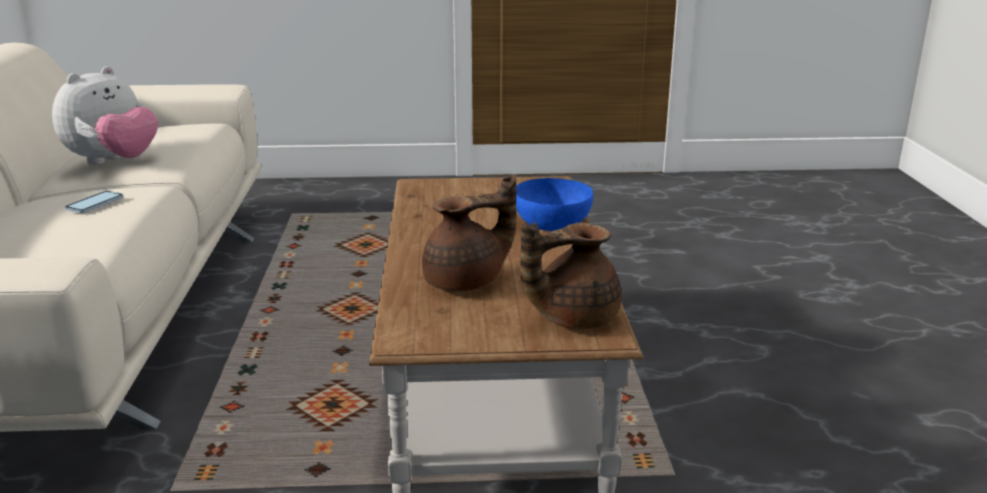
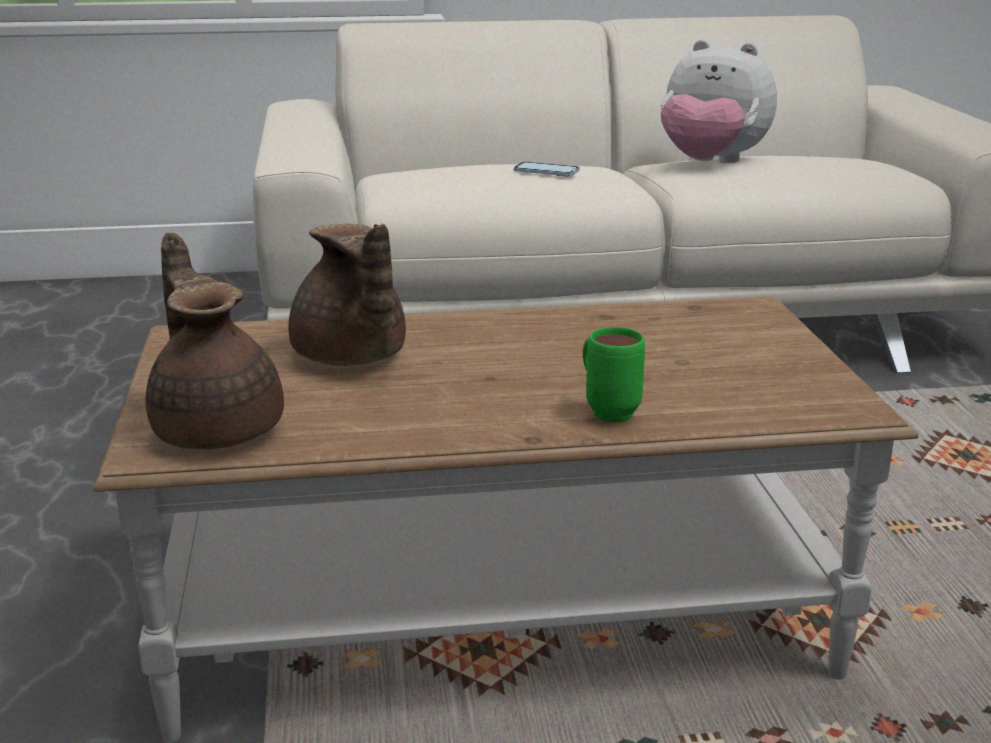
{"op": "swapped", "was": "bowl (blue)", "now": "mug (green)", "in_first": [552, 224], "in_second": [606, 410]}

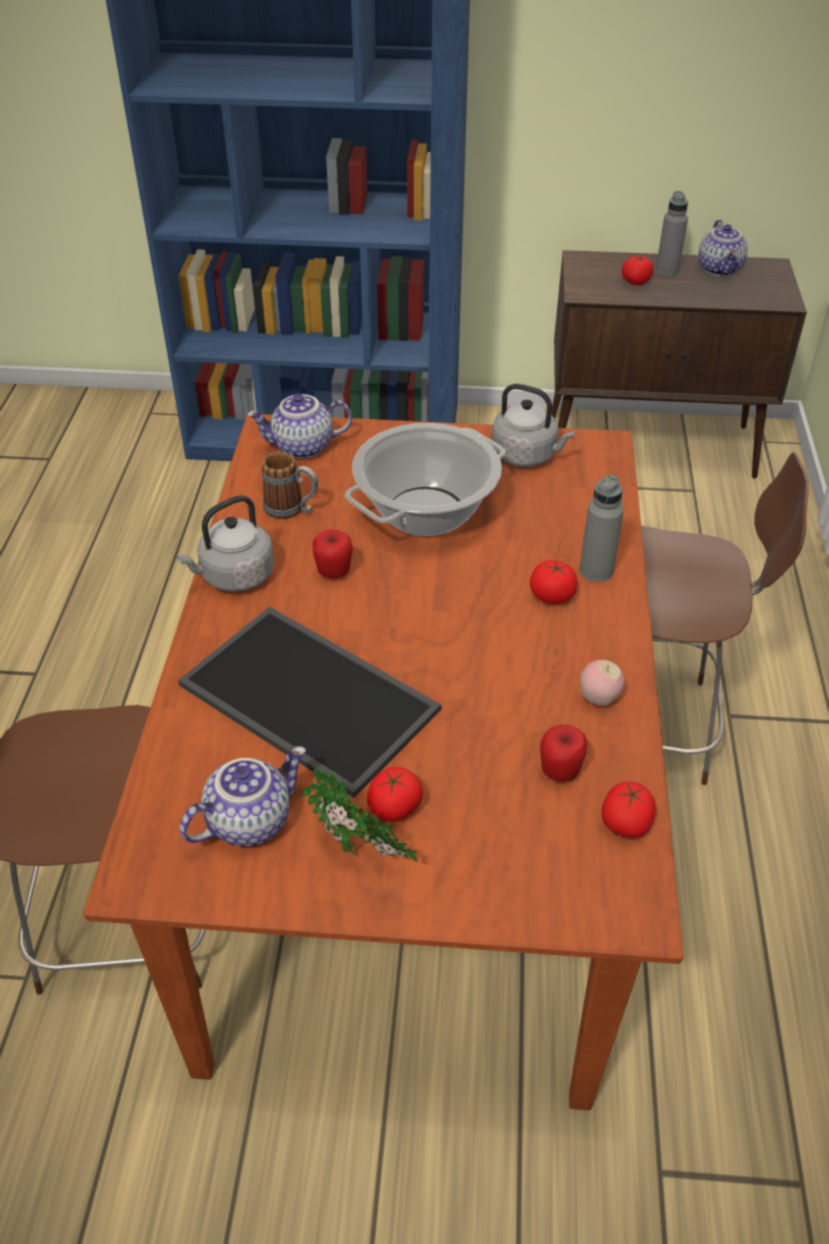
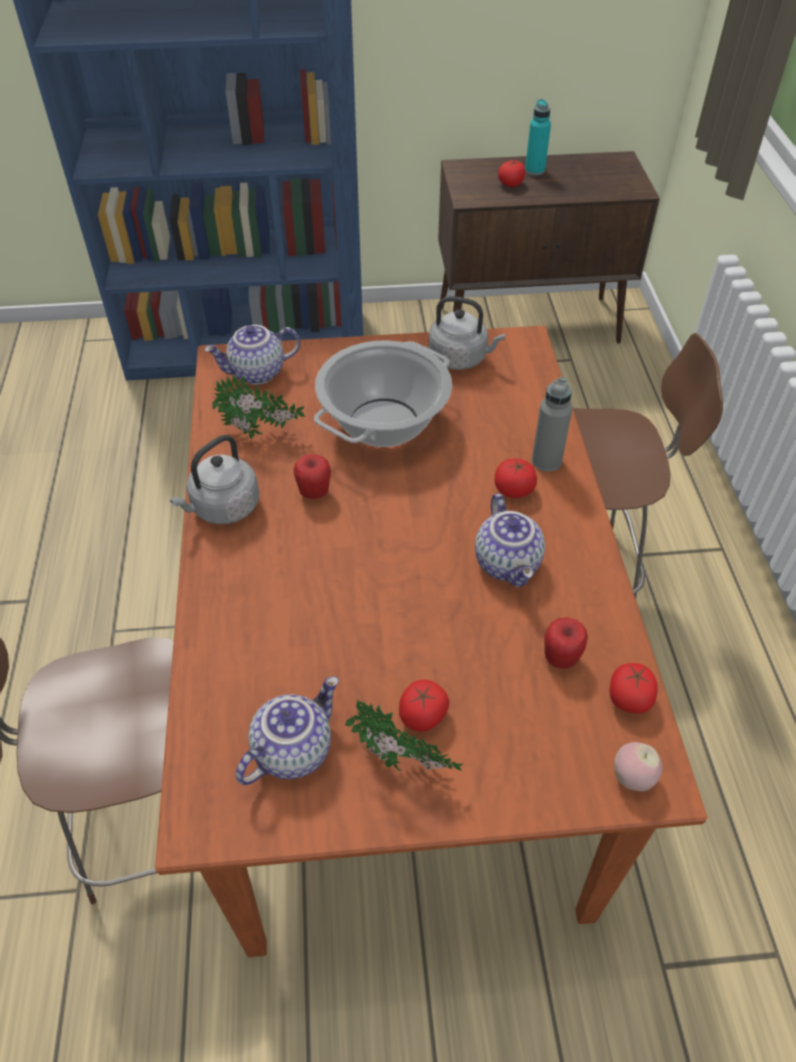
{"op": "gone", "was": "tray", "in_first": [313, 696]}
{"op": "shifted", "was": "apple", "in_first": [599, 698], "in_second": [632, 778]}
{"op": "shifted", "was": "teapot", "in_first": [720, 269], "in_second": [509, 563]}
{"op": "swapped", "was": "mug", "now": "potted plant", "in_first": [292, 510], "in_second": [261, 435]}
{"op": "repainted", "was": "bottle (grey)", "now": "bottle (turquoise)", "in_first": [667, 270], "in_second": [534, 170]}

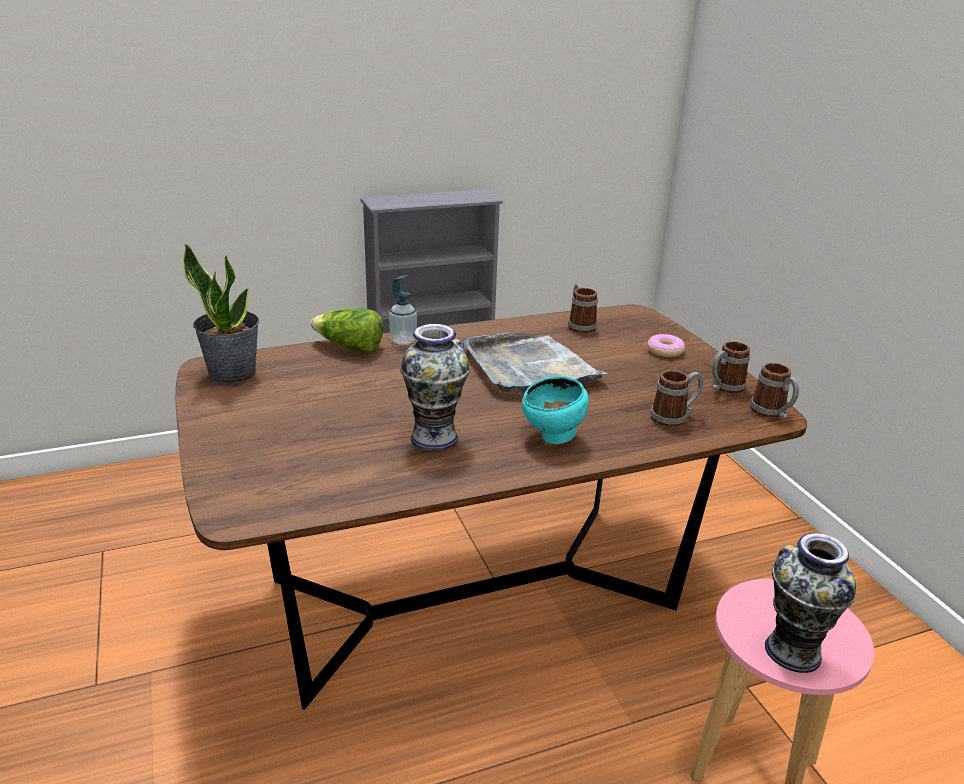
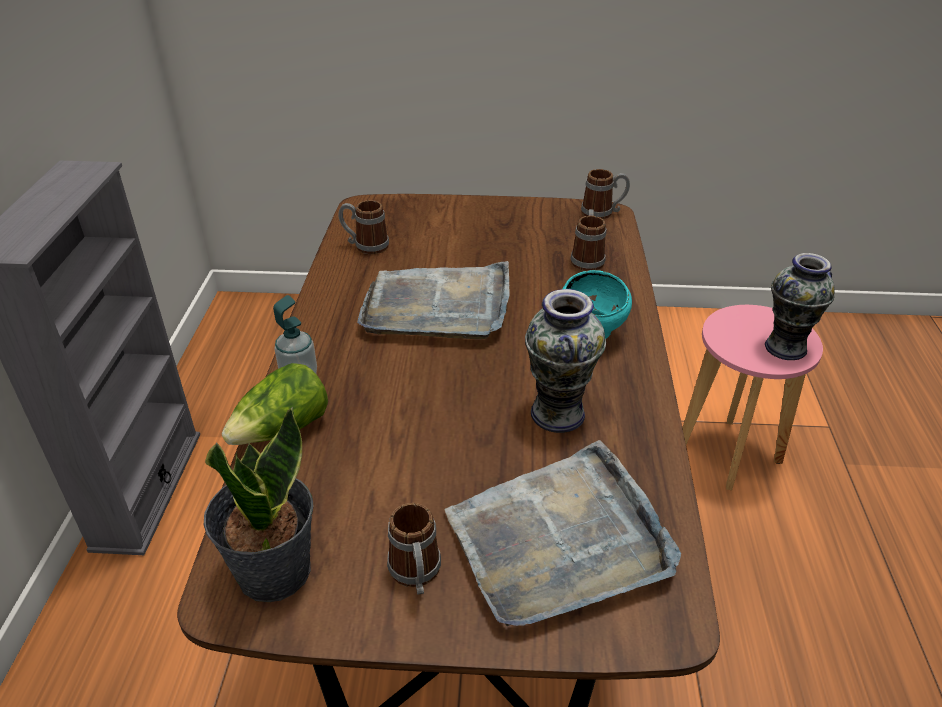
{"op": "gone", "was": "donut", "in_first": [665, 351]}
{"op": "new", "now": "tray (grey)", "in_second": [560, 540]}
{"op": "shifted", "was": "mug", "in_first": [724, 388], "in_second": [416, 575]}

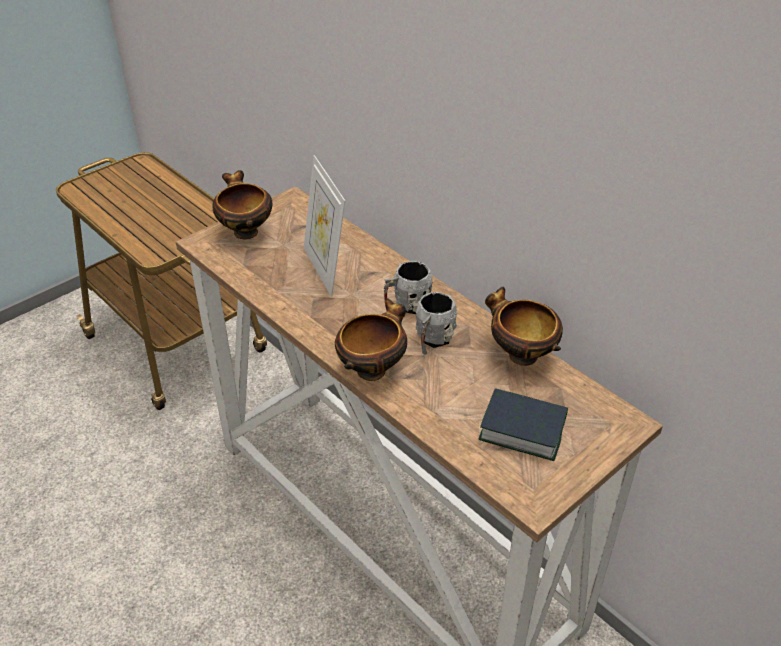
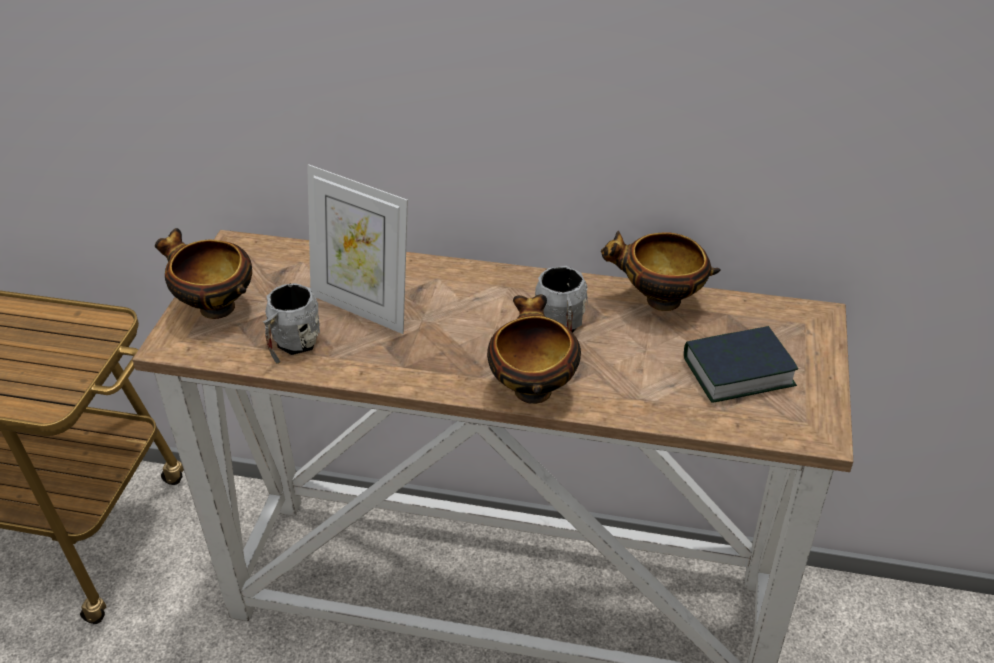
{"op": "shifted", "was": "mug (grey)", "in_first": [406, 306], "in_second": [292, 346]}

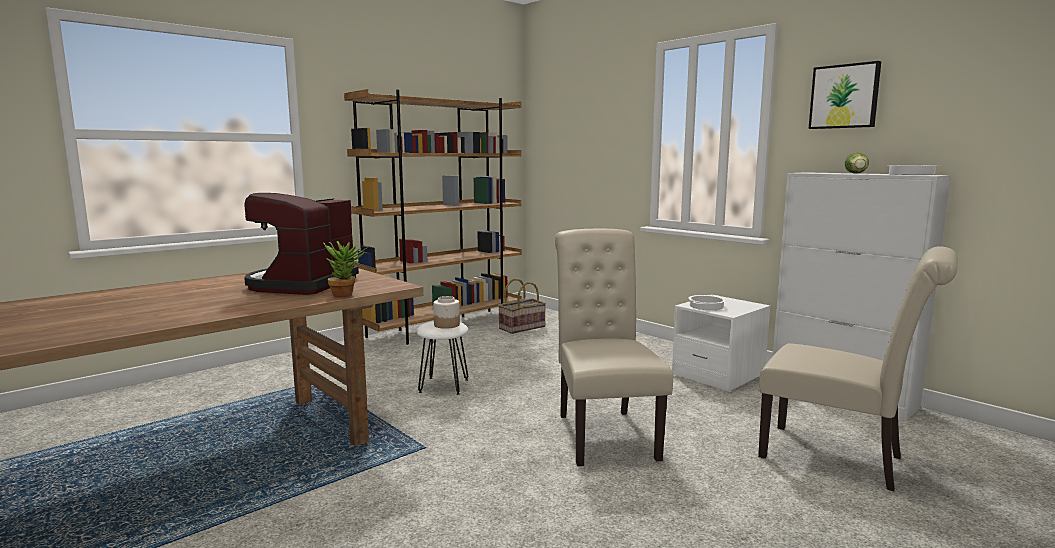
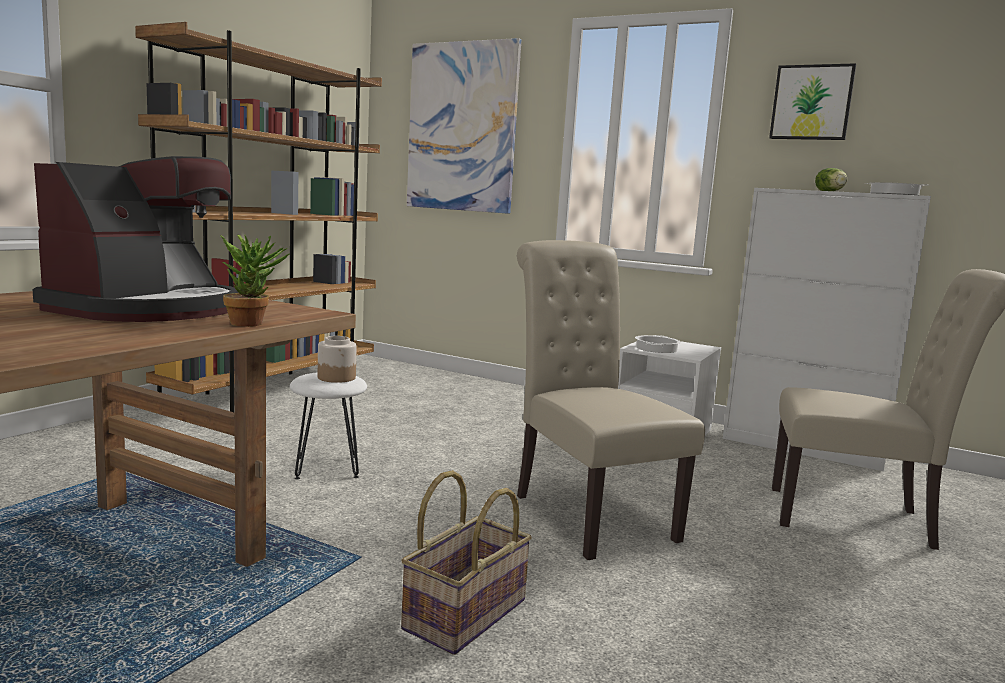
{"op": "new", "now": "picture", "in_second": [462, 127]}
{"op": "shifted", "was": "basket", "in_first": [522, 327], "in_second": [464, 613]}
{"op": "rotated", "was": "coffee machine", "in_first": [301, 284], "in_second": [149, 309], "clockwise": -150}

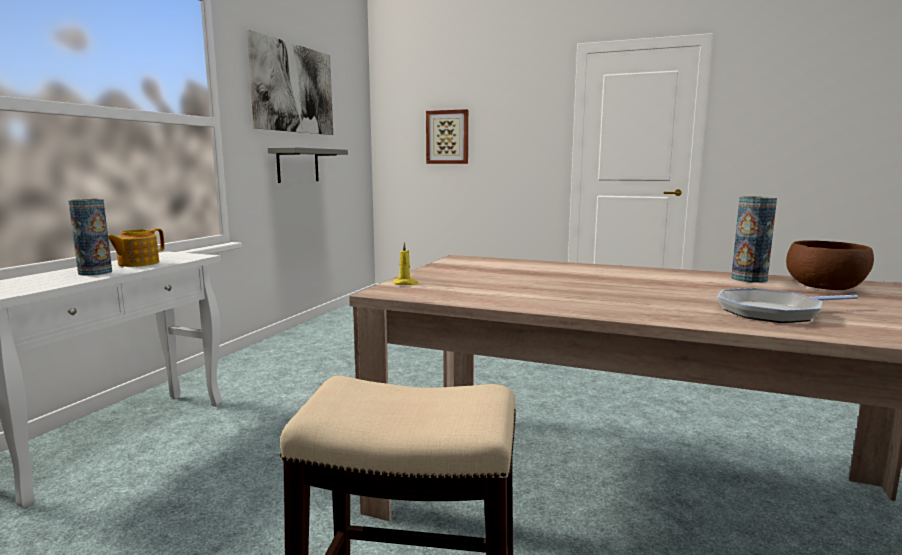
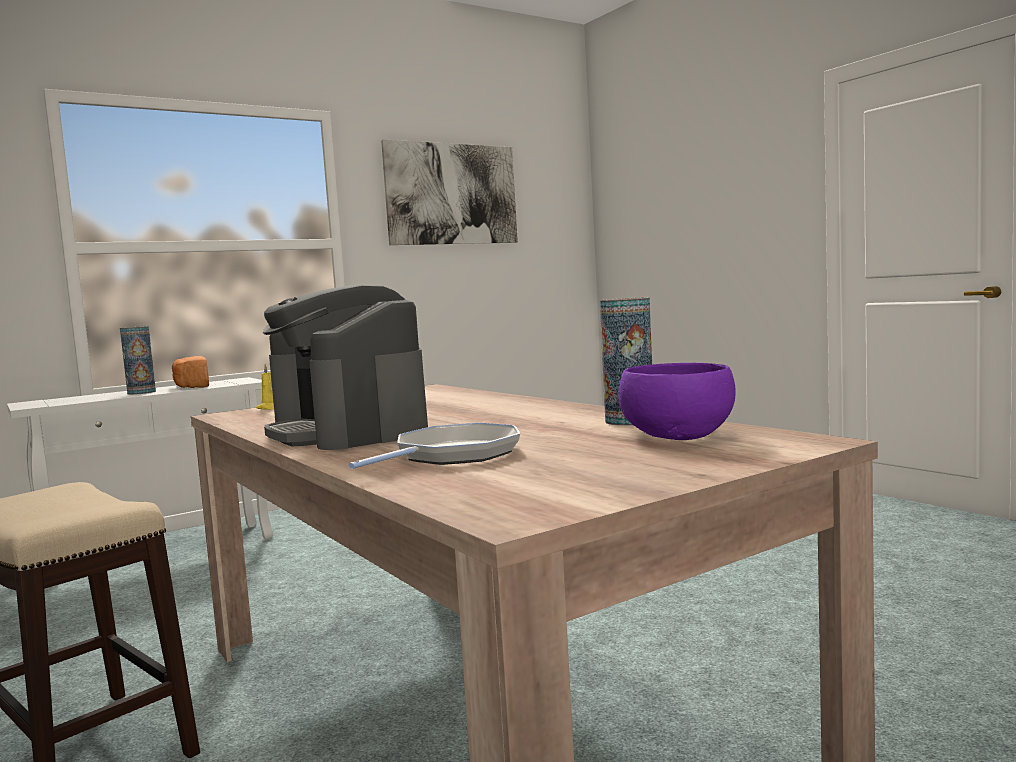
{"op": "gone", "was": "shelf (grey)", "in_first": [298, 165]}
{"op": "gone", "was": "picture", "in_first": [447, 137]}
{"op": "new", "now": "coffee machine", "in_second": [349, 431]}
{"op": "swapped", "was": "teapot", "now": "bread", "in_first": [137, 263], "in_second": [191, 386]}
{"op": "repainted", "was": "bowl (brown)", "now": "bowl (purple)", "in_first": [824, 287], "in_second": [677, 435]}
{"op": "rotated", "was": "frying pan", "in_first": [773, 312], "in_second": [452, 455], "clockwise": 105}

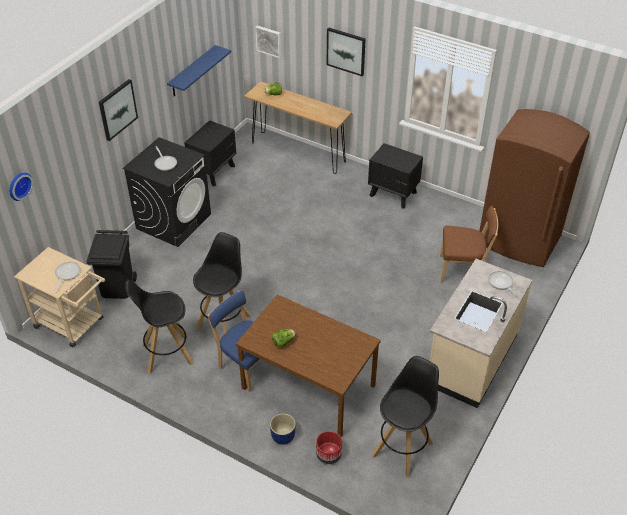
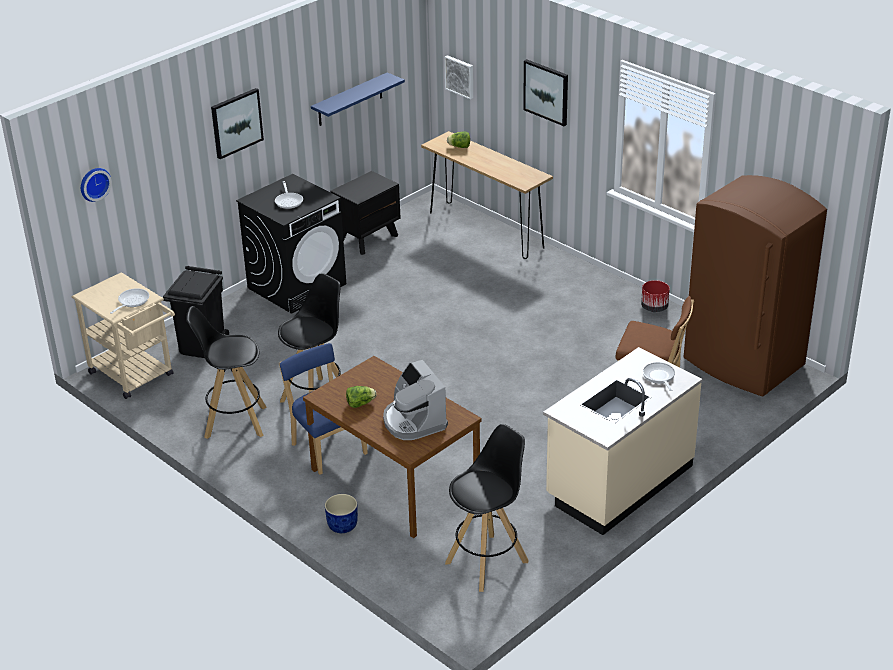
{"op": "gone", "was": "nightstand (black)", "in_first": [393, 194]}
{"op": "new", "now": "coffee machine", "in_second": [413, 421]}
{"op": "shifted", "was": "planter (red)", "in_first": [328, 455], "in_second": [654, 308]}

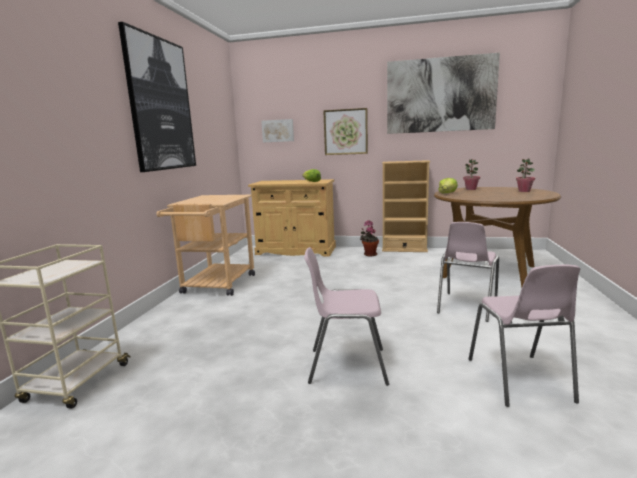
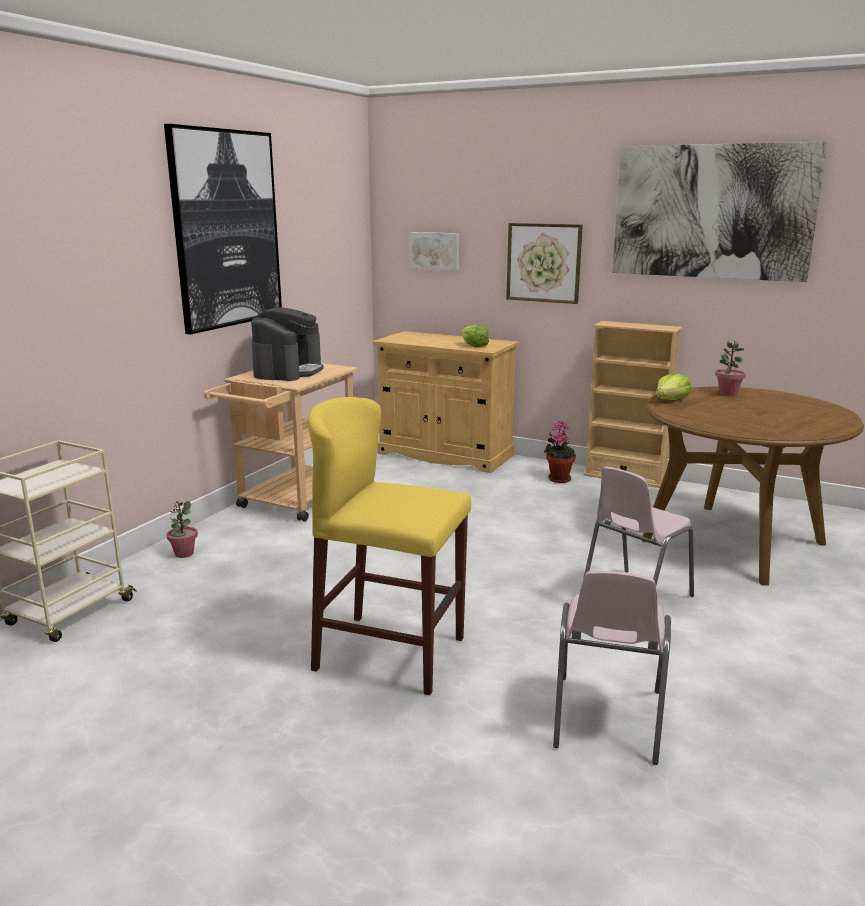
{"op": "new", "now": "coffee machine", "in_second": [288, 371]}
{"op": "shifted", "was": "potted plant", "in_first": [524, 191], "in_second": [184, 554]}
{"op": "swapped", "was": "chair (pink)", "now": "stool (yellow)", "in_first": [346, 365], "in_second": [390, 653]}

